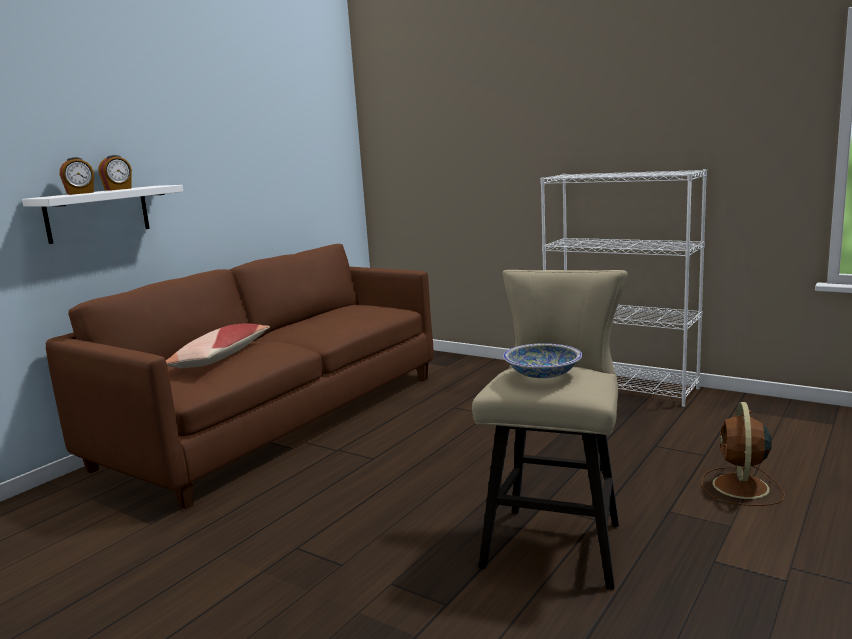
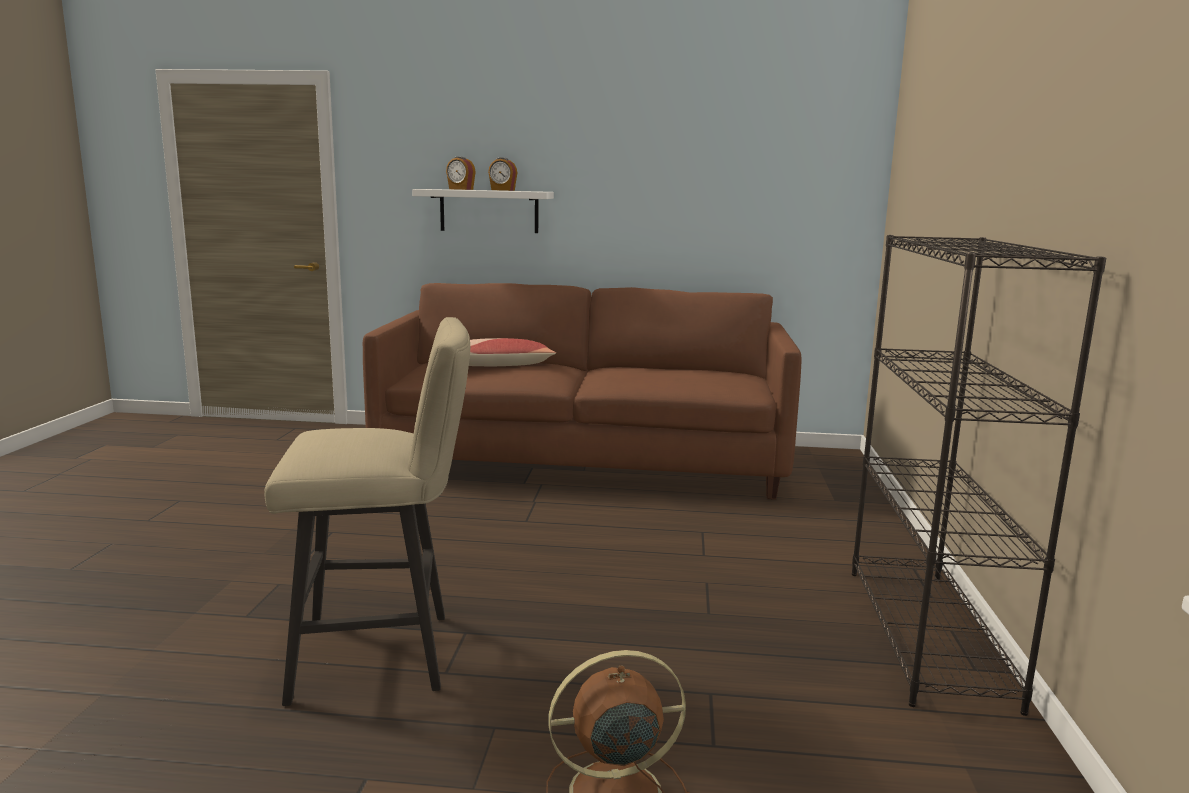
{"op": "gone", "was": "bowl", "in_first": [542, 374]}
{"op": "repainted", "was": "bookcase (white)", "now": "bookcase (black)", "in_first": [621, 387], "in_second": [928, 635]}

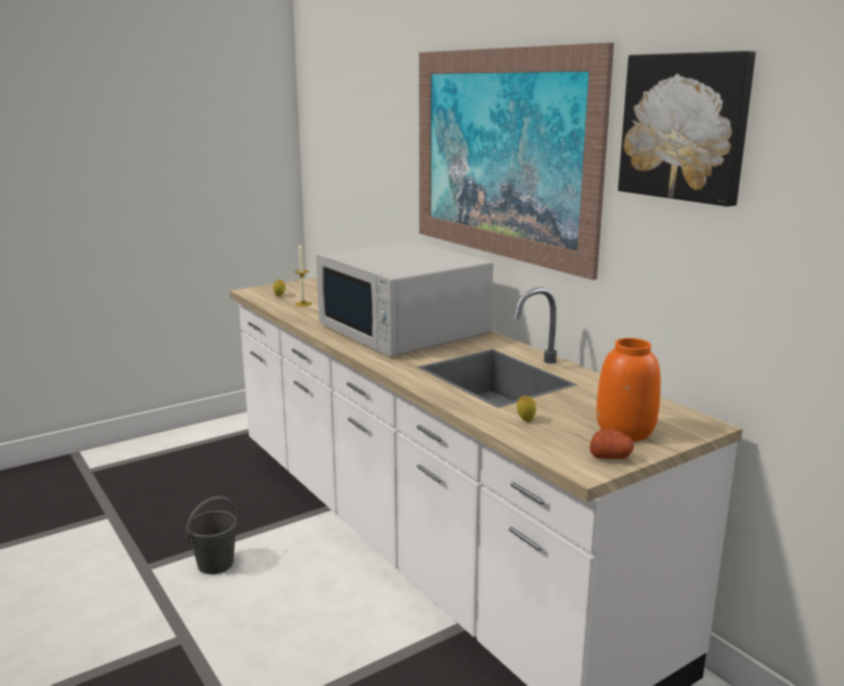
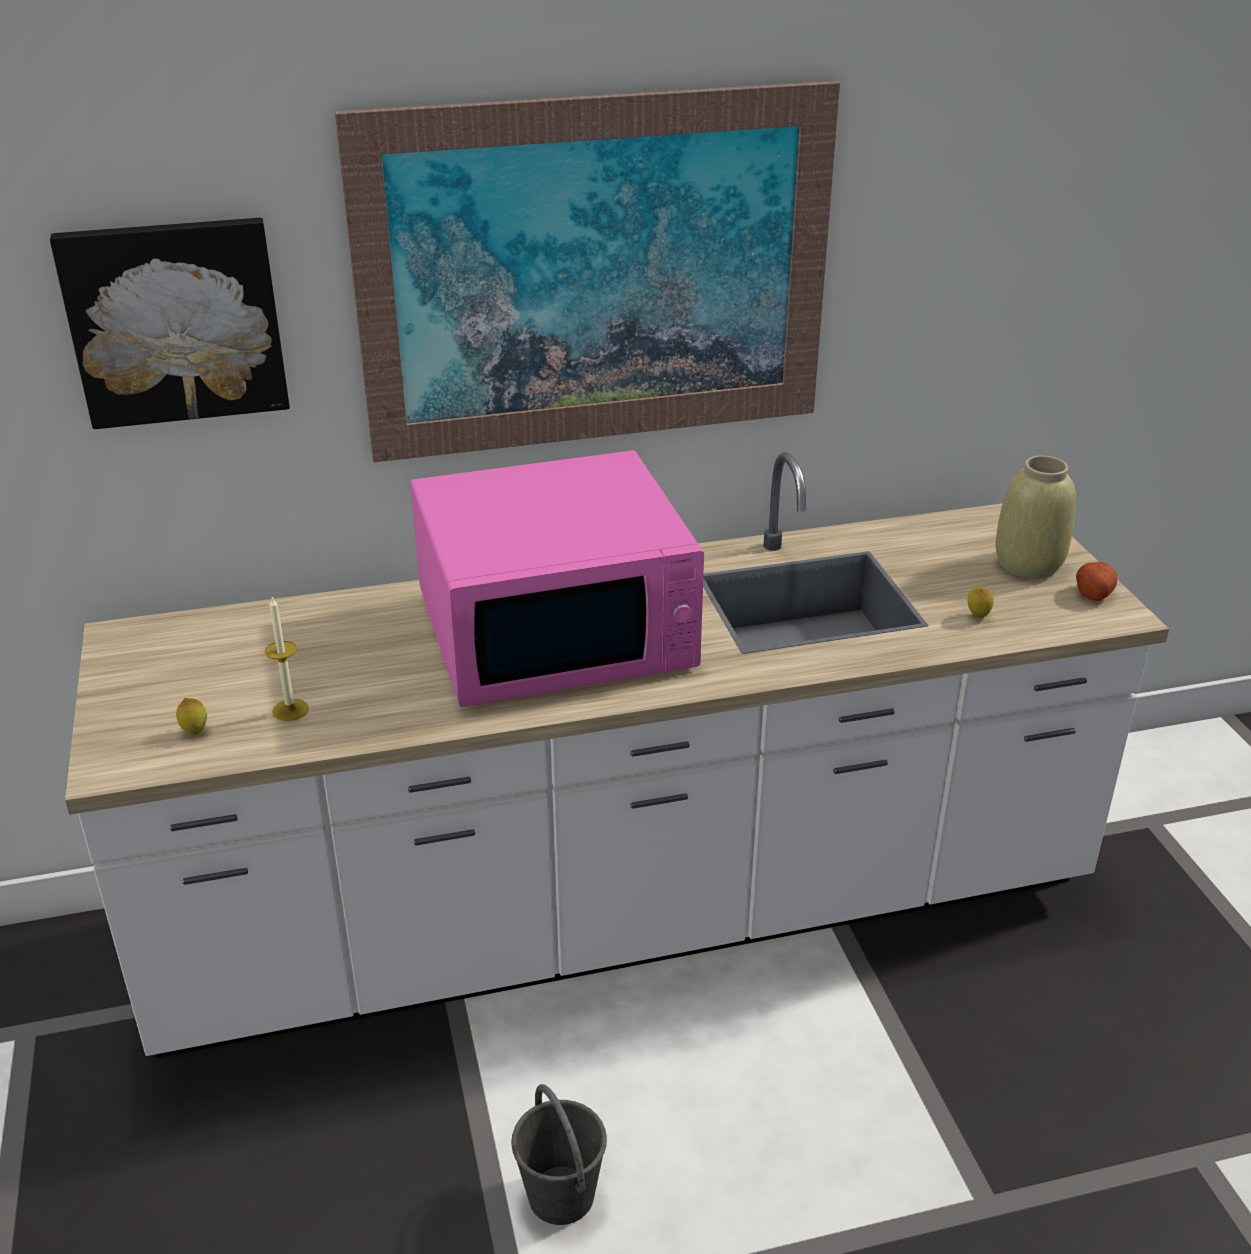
{"op": "shifted", "was": "picture", "in_first": [685, 127], "in_second": [176, 321]}
{"op": "repainted", "was": "microwave (white)", "now": "microwave (pink)", "in_first": [404, 331], "in_second": [557, 630]}
{"op": "repainted", "was": "vase (orange)", "now": "vase (beige)", "in_first": [626, 432], "in_second": [1029, 564]}

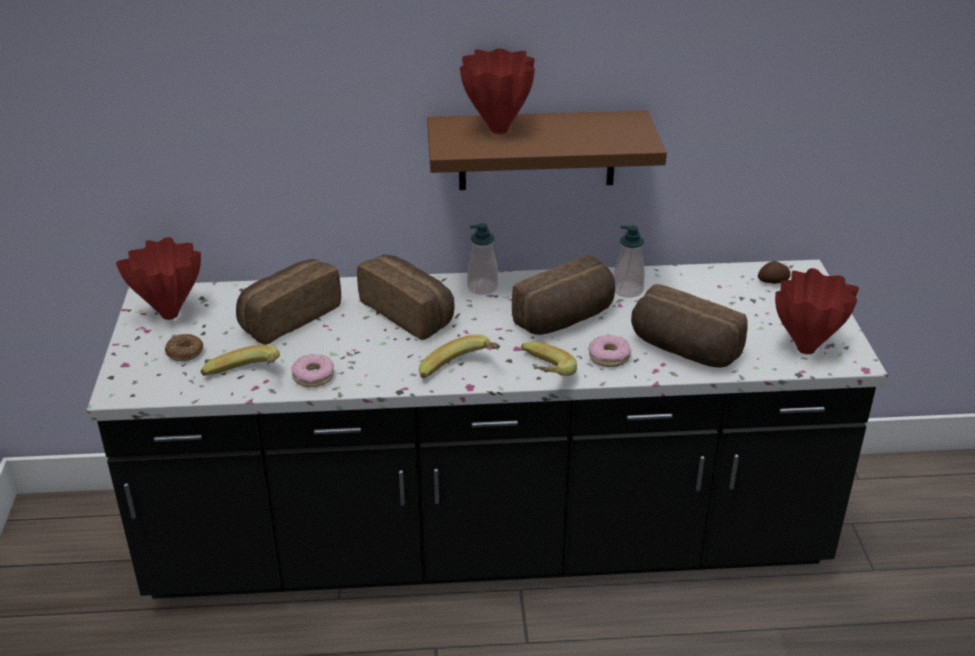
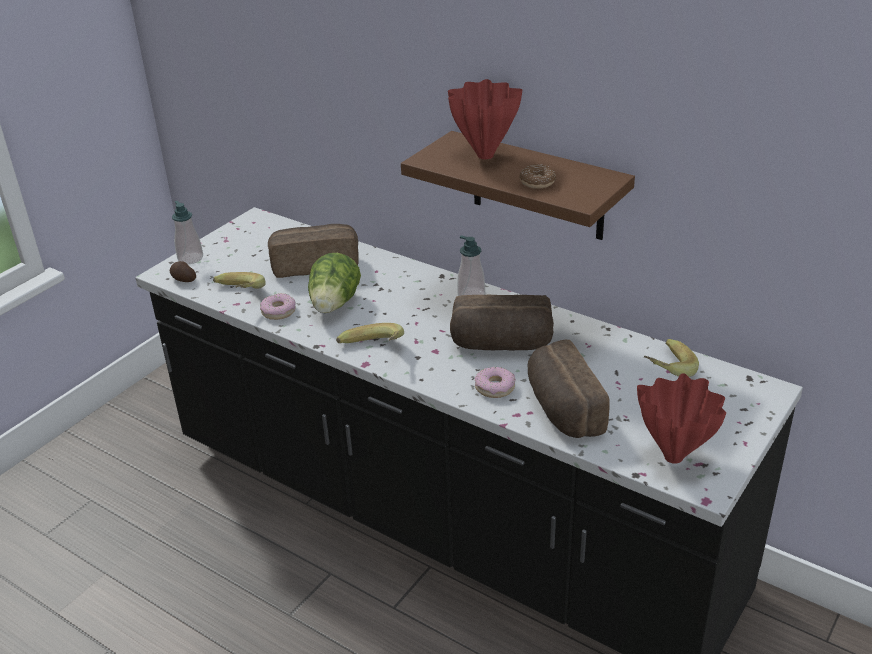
{"op": "gone", "was": "vase (red)", "in_first": [171, 314]}
{"op": "gone", "was": "bread", "in_first": [410, 313]}
{"op": "new", "now": "lettuce", "in_second": [334, 305]}
{"op": "shifted", "was": "donut", "in_first": [185, 353], "in_second": [537, 182]}
{"op": "shifted", "was": "banana", "in_first": [540, 376], "in_second": [664, 370]}
{"op": "shifted", "was": "soap dispenser", "in_first": [628, 290], "in_second": [190, 258]}
{"op": "shifted", "was": "potato", "in_first": [773, 281], "in_second": [183, 279]}

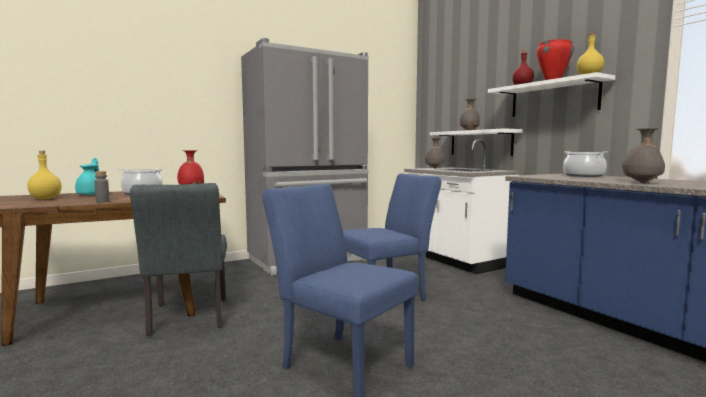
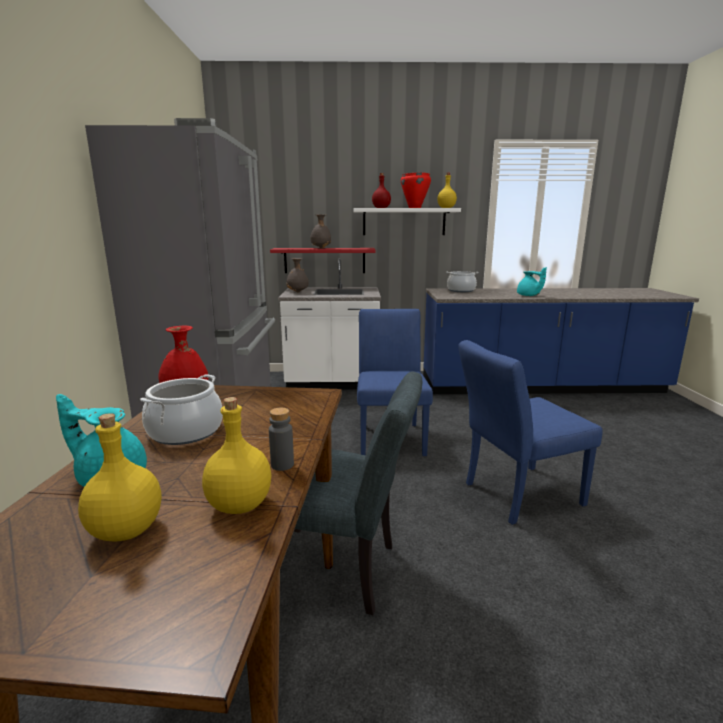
{"op": "new", "now": "bottle (yellow)", "in_second": [239, 506]}
{"op": "swapped", "was": "vase (grey)", "now": "teapot (turquoise)", "in_first": [641, 183], "in_second": [528, 296]}
{"op": "repainted", "was": "shelf (white)", "now": "shelf (red)", "in_first": [480, 143], "in_second": [324, 260]}

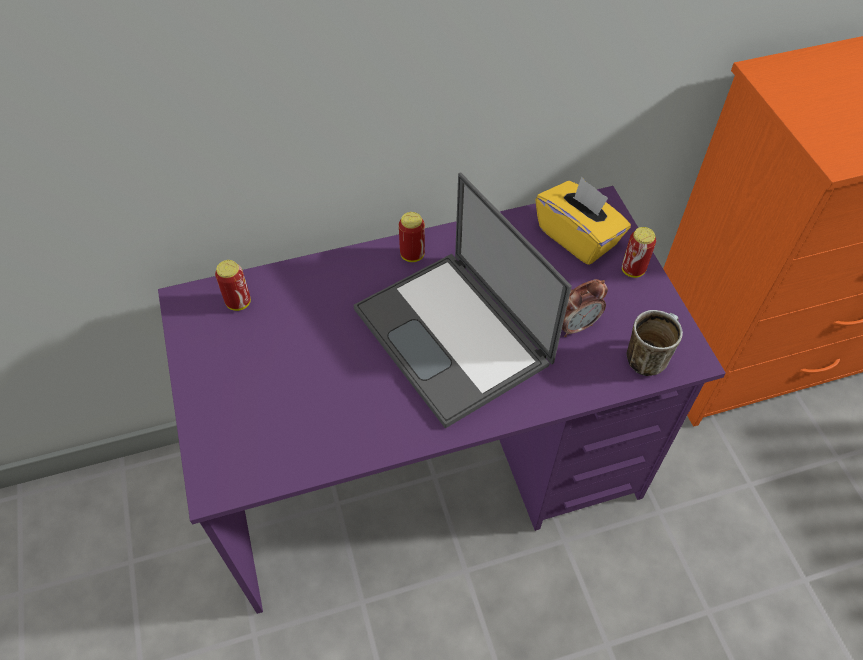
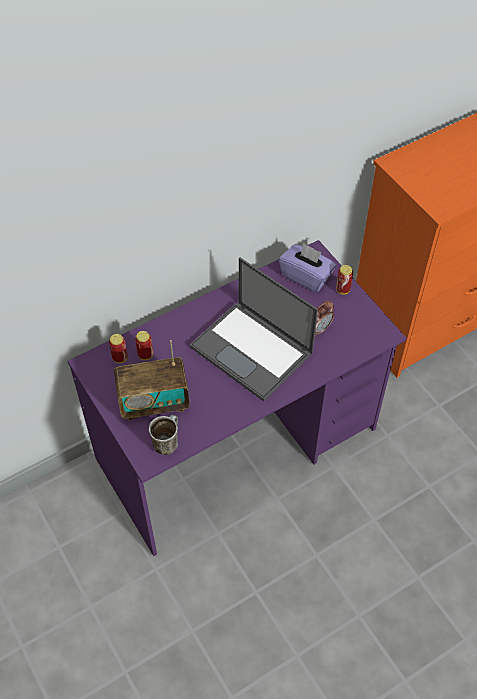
{"op": "new", "now": "radio", "in_second": [154, 402]}
{"op": "shifted", "was": "can", "in_first": [412, 255], "in_second": [145, 355]}
{"op": "shifted", "was": "mug", "in_first": [647, 356], "in_second": [166, 442]}
{"op": "repainted", "was": "tissue box (yellow)", "now": "tissue box (purple)", "in_first": [578, 237], "in_second": [306, 276]}

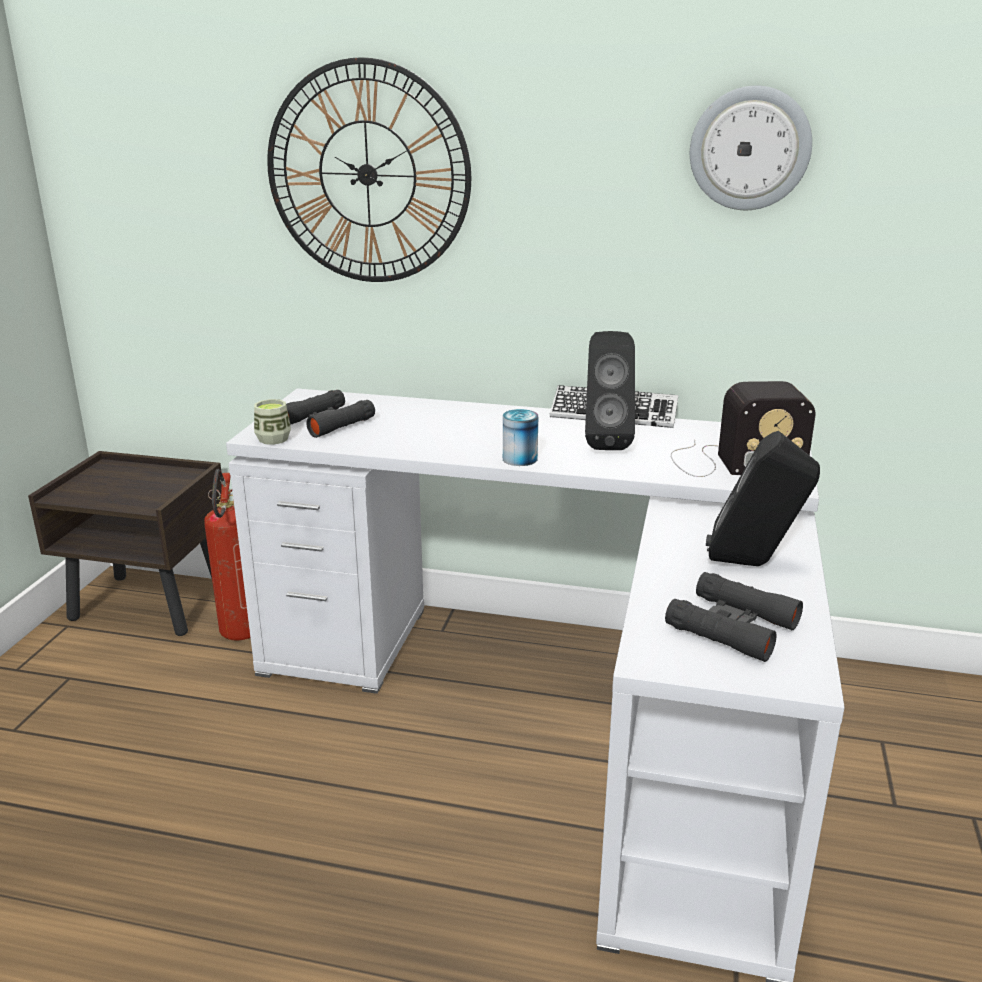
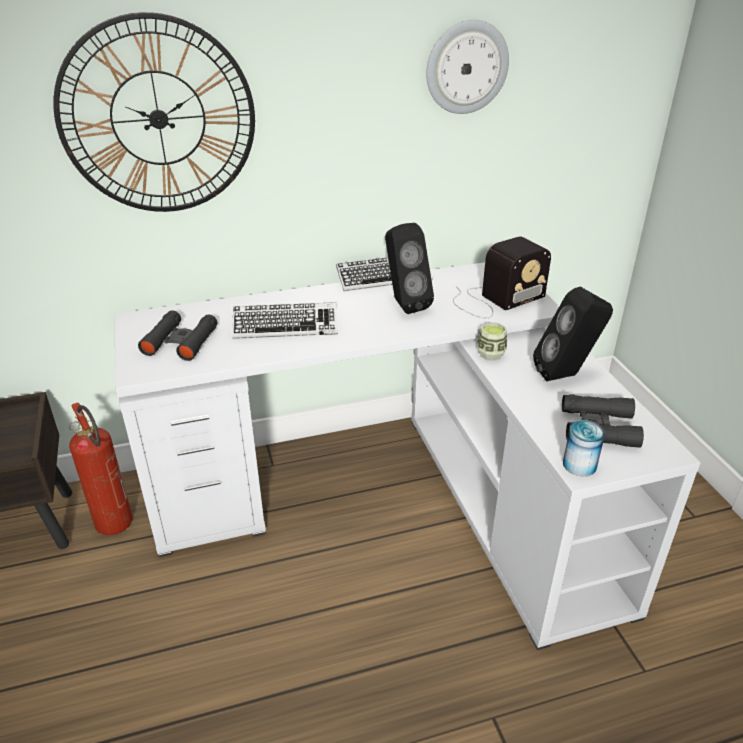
{"op": "new", "now": "keyboard", "in_second": [285, 326]}
{"op": "shifted", "was": "cup", "in_first": [273, 439], "in_second": [490, 354]}
{"op": "shifted", "was": "can", "in_first": [520, 459], "in_second": [579, 465]}

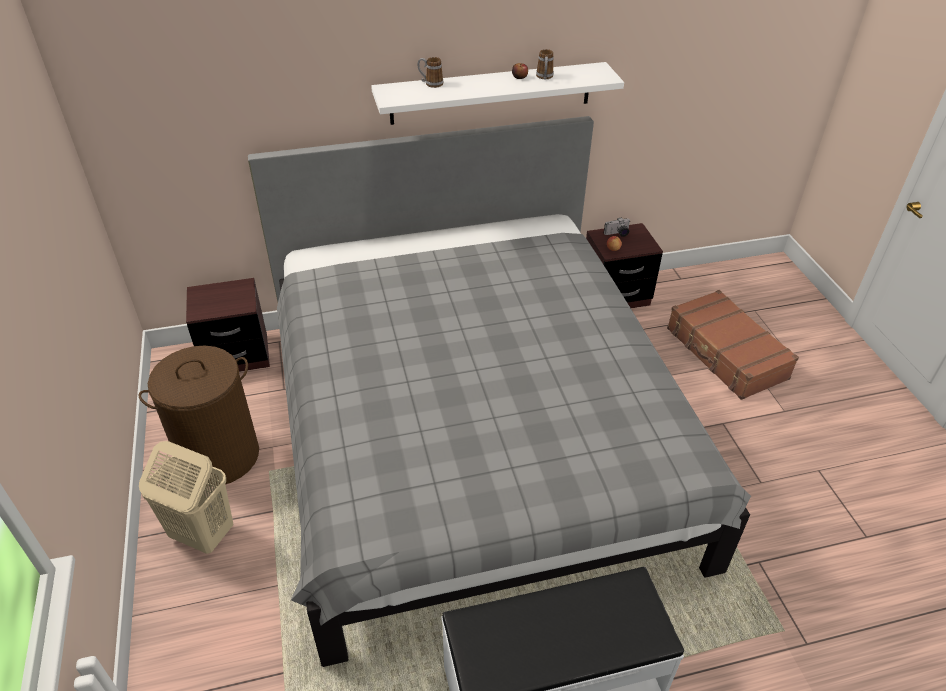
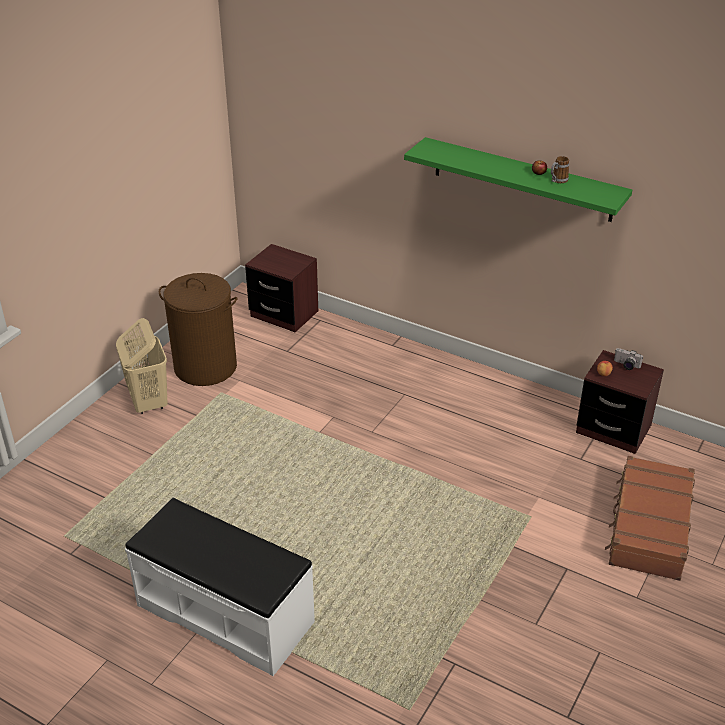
{"op": "gone", "was": "bed (grey)", "in_first": [472, 437]}
{"op": "gone", "was": "mug", "in_first": [430, 83]}
{"op": "repainted", "was": "shelf (white)", "now": "shelf (green)", "in_first": [491, 93], "in_second": [522, 179]}

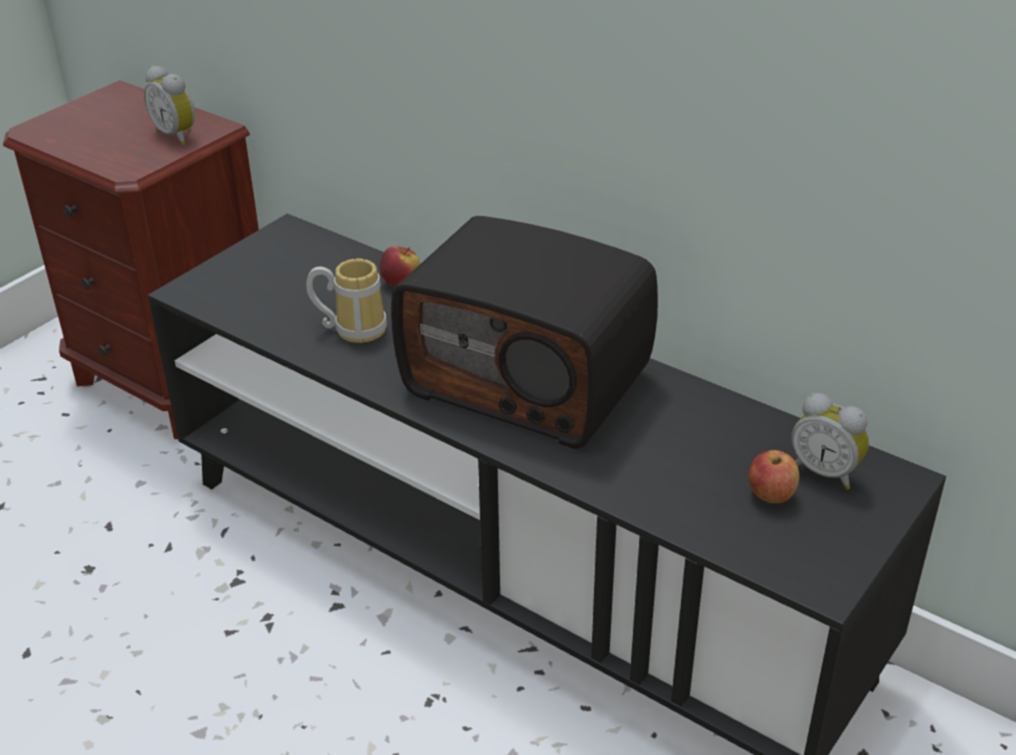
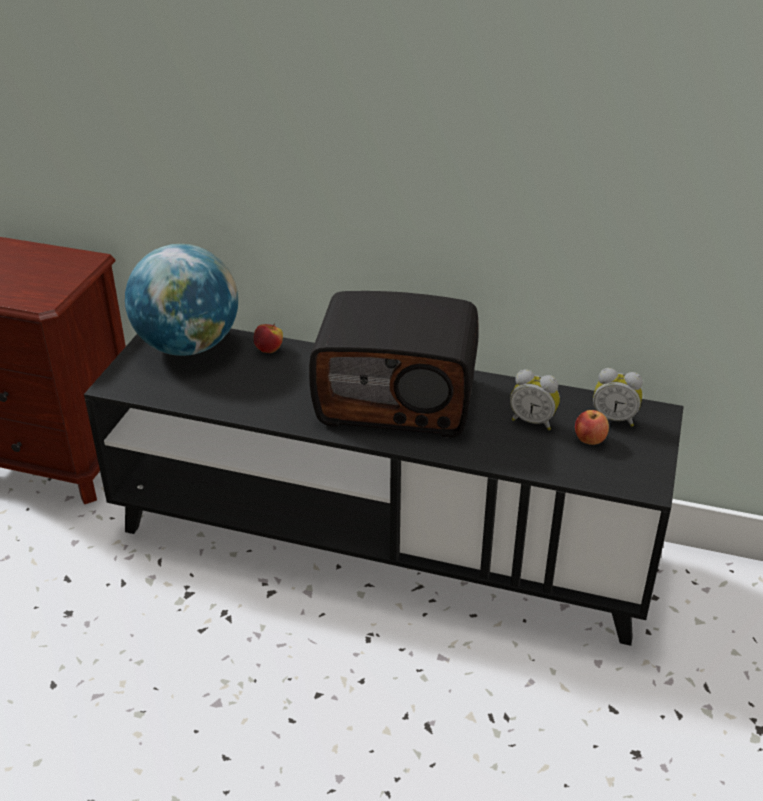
{"op": "gone", "was": "mug", "in_first": [353, 328]}
{"op": "new", "now": "globe", "in_second": [188, 346]}
{"op": "shifted", "was": "alarm clock", "in_first": [178, 135], "in_second": [533, 421]}

